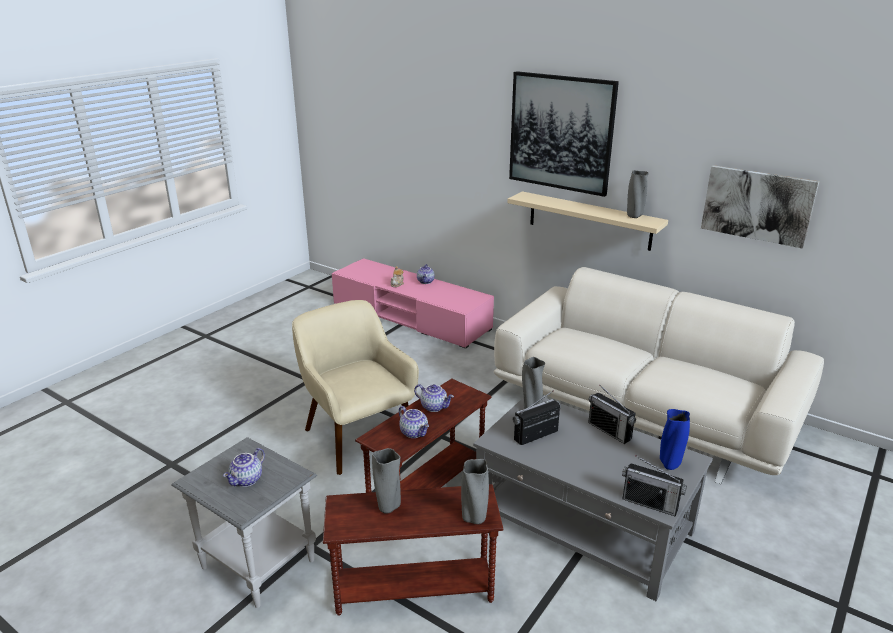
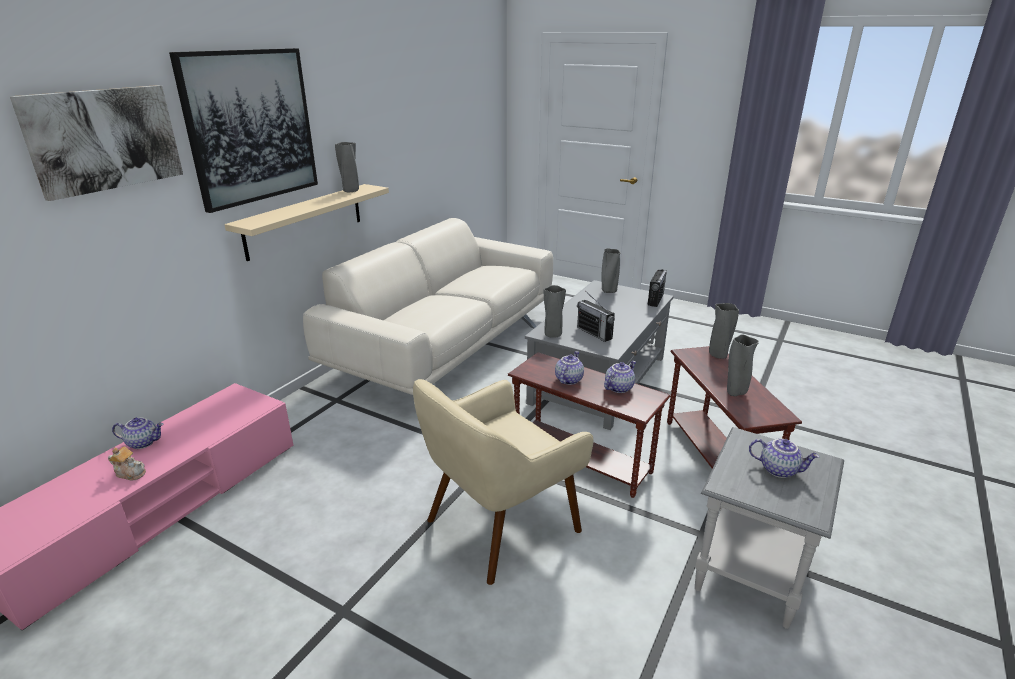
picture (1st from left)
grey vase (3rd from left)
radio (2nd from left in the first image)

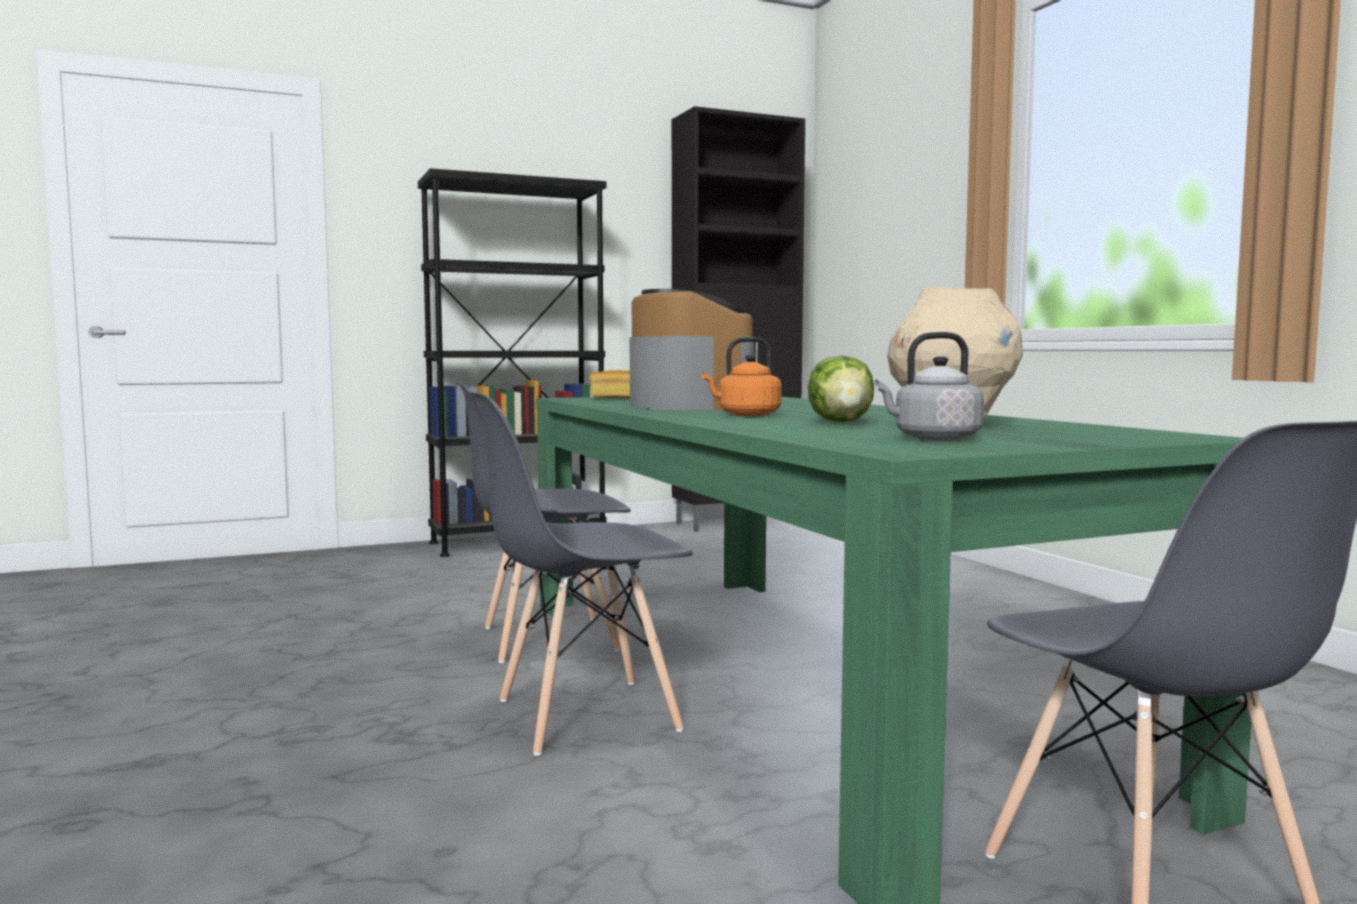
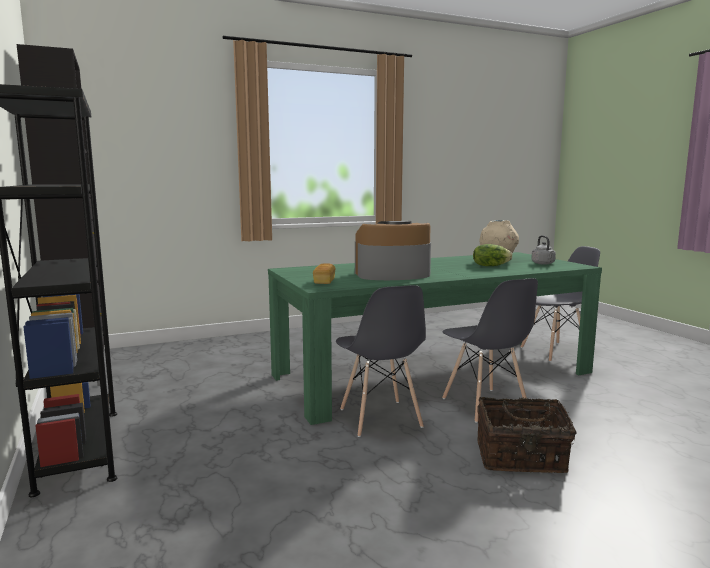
basket
orange kettle

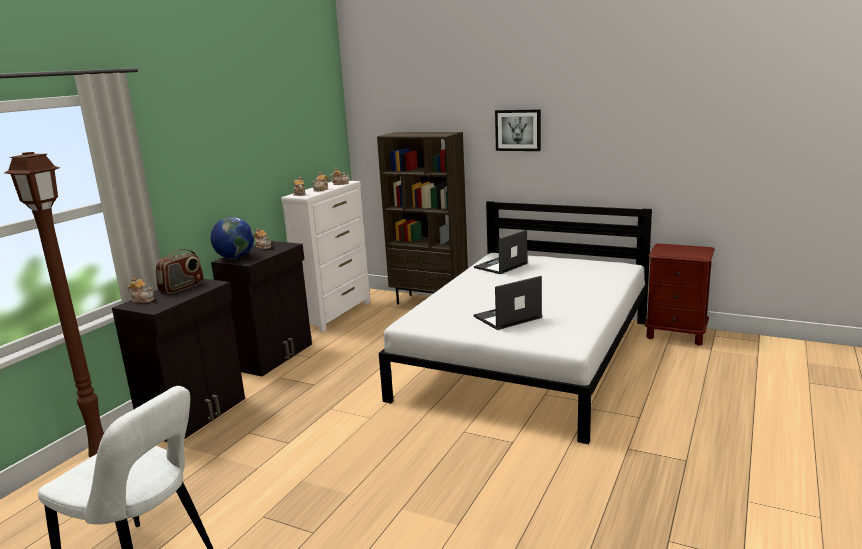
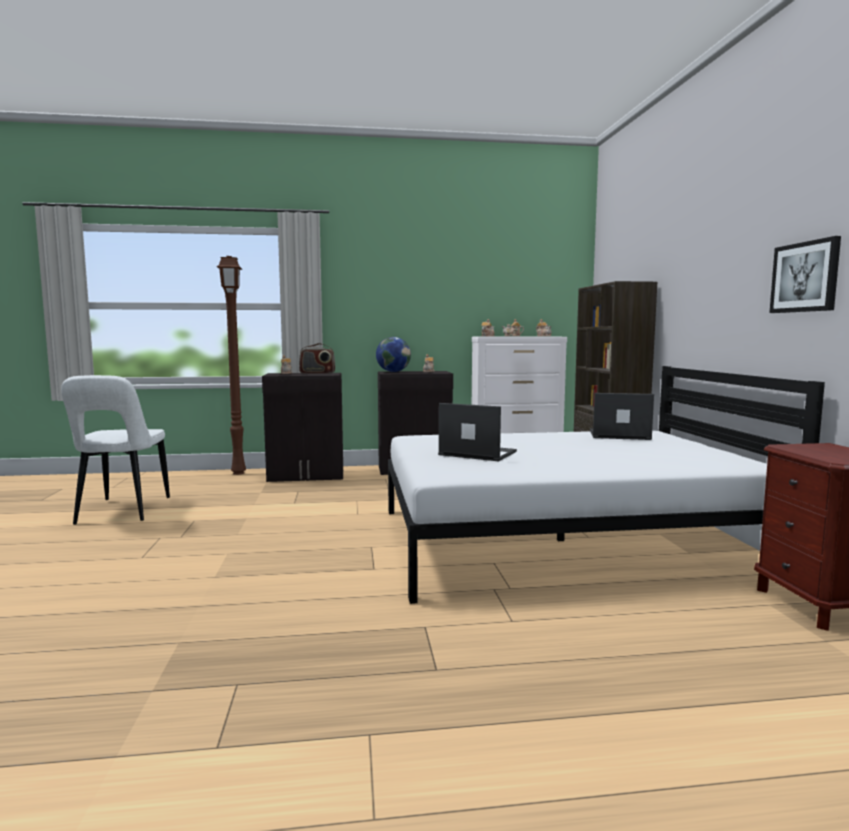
picture

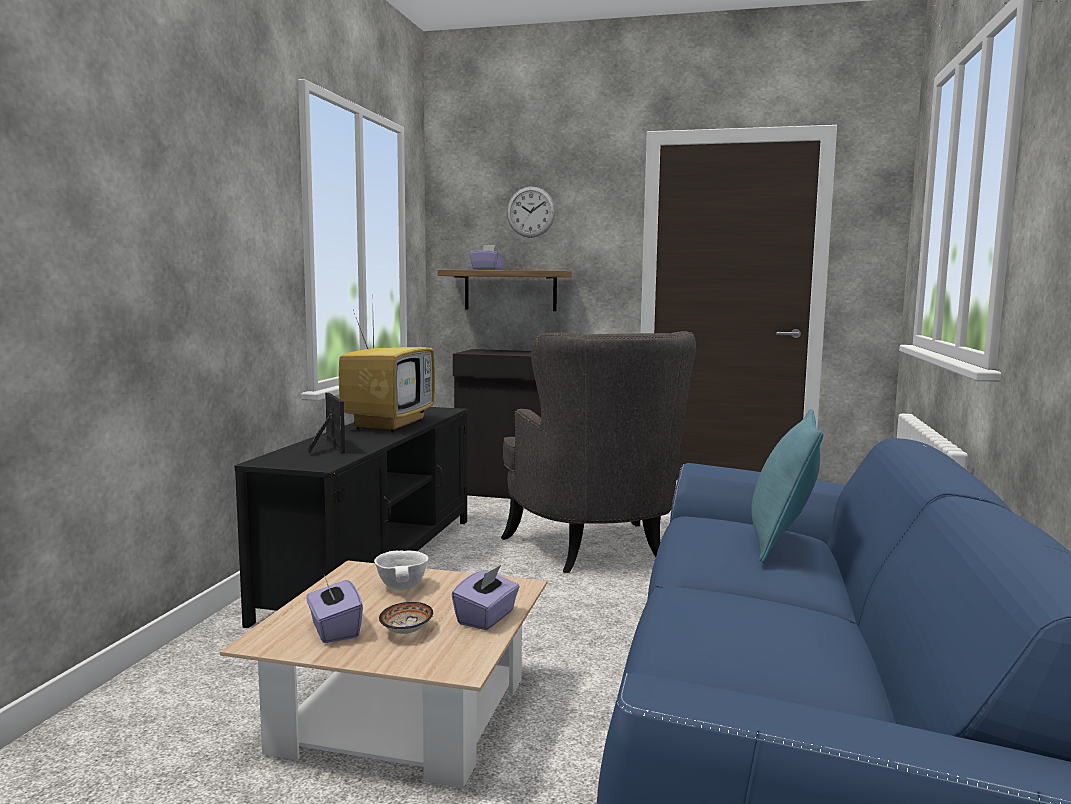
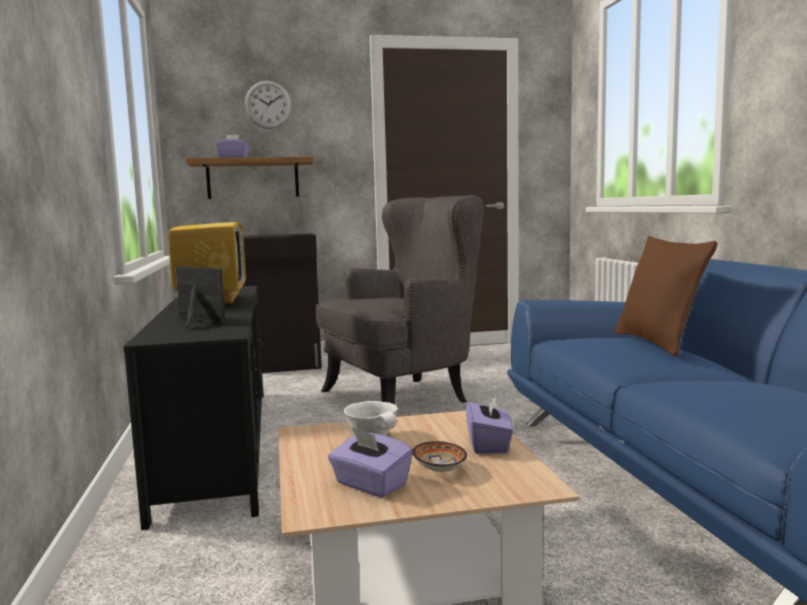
grey armchair
brown pillow

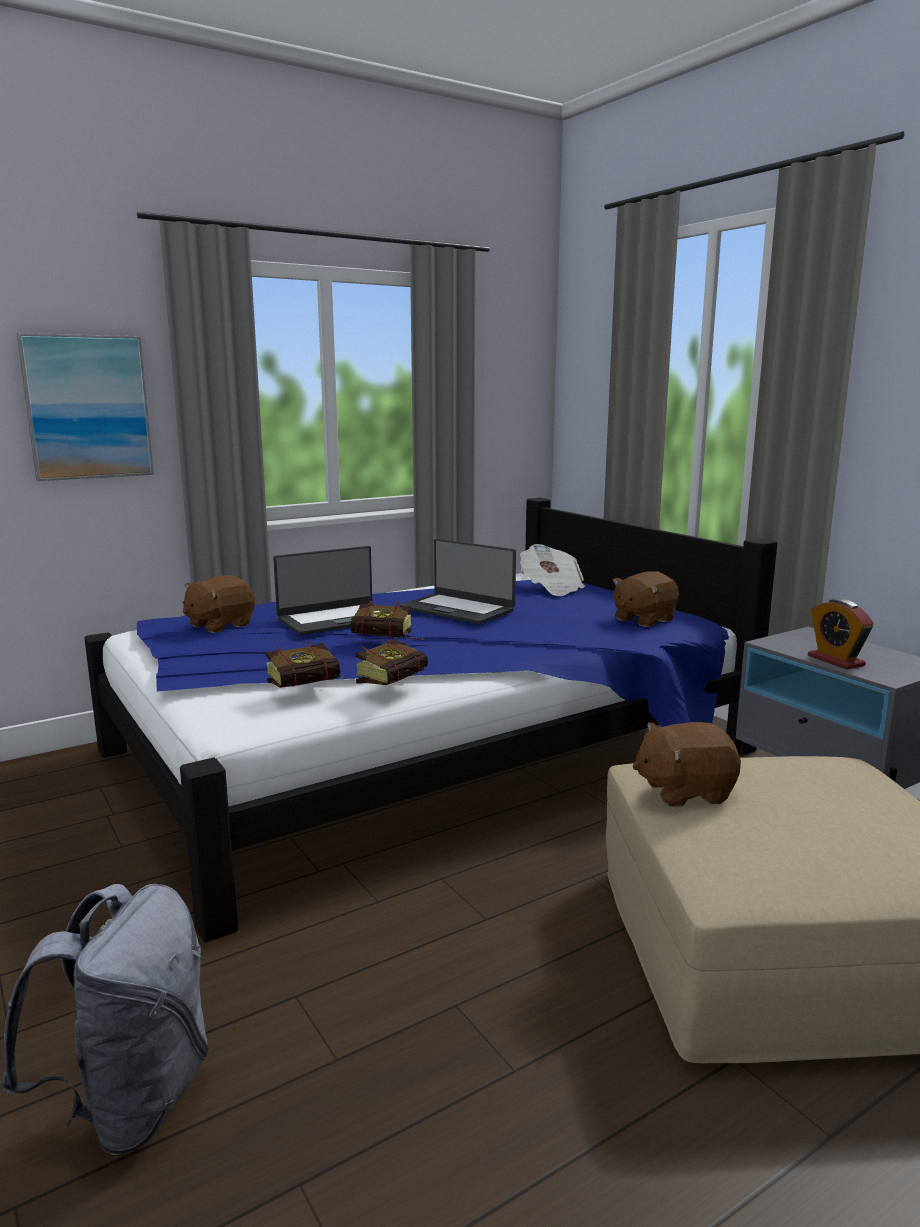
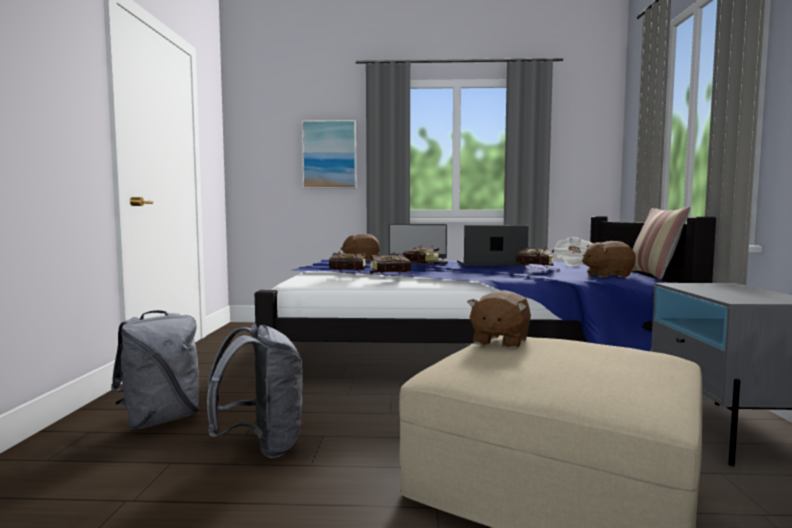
grey backpack (2nd from left)
laptop (2nd from left)
brown plush toy (2nd from left)
book (4th from left)
pillow
alarm clock

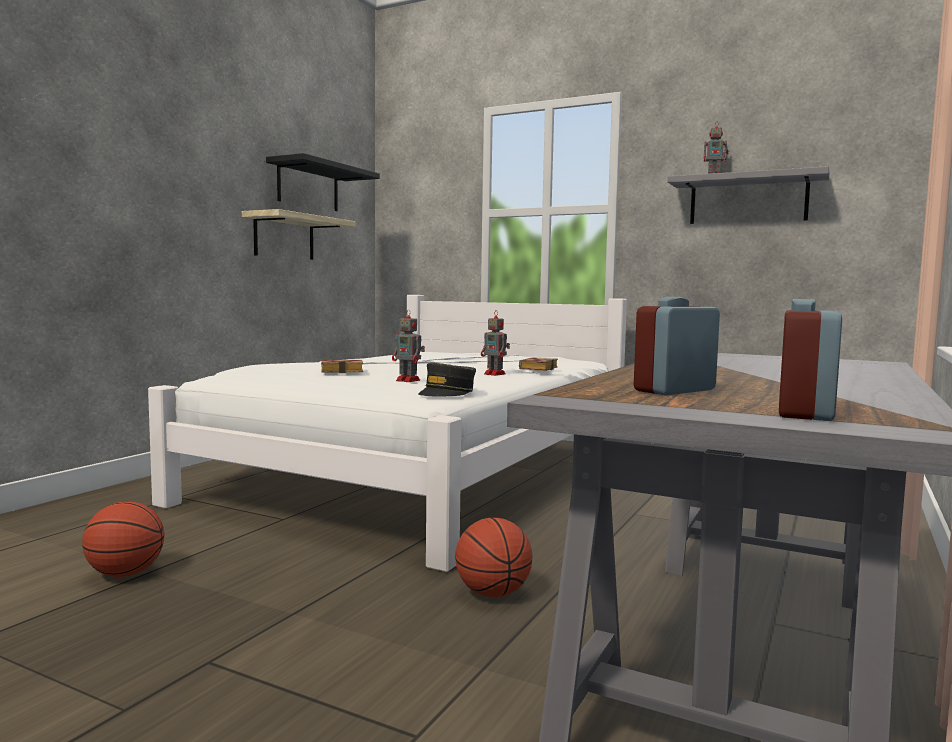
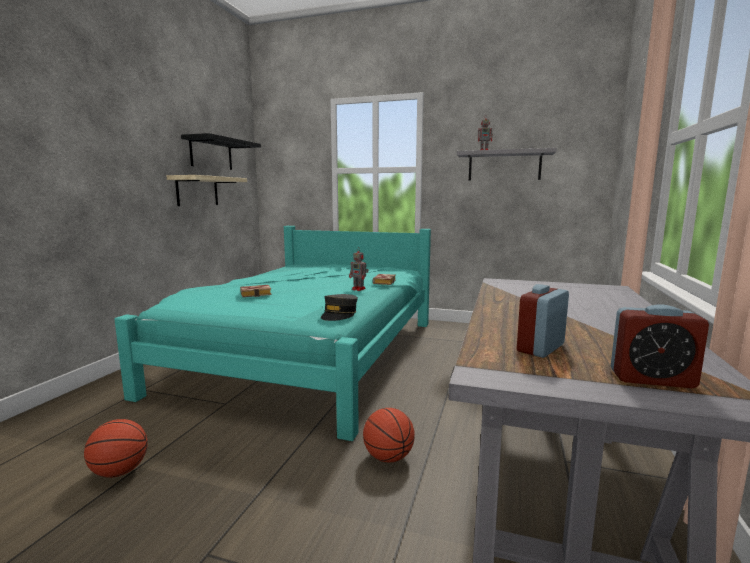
turquoise bed
alarm clock (2nd from left)
toy robot (1st from left in the first image)

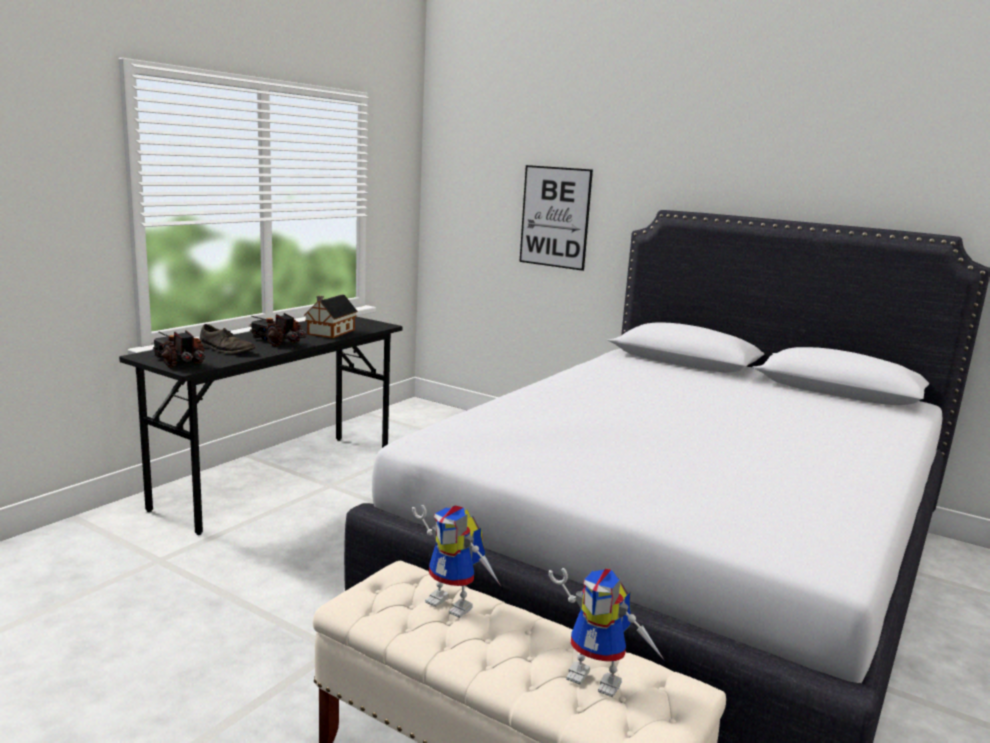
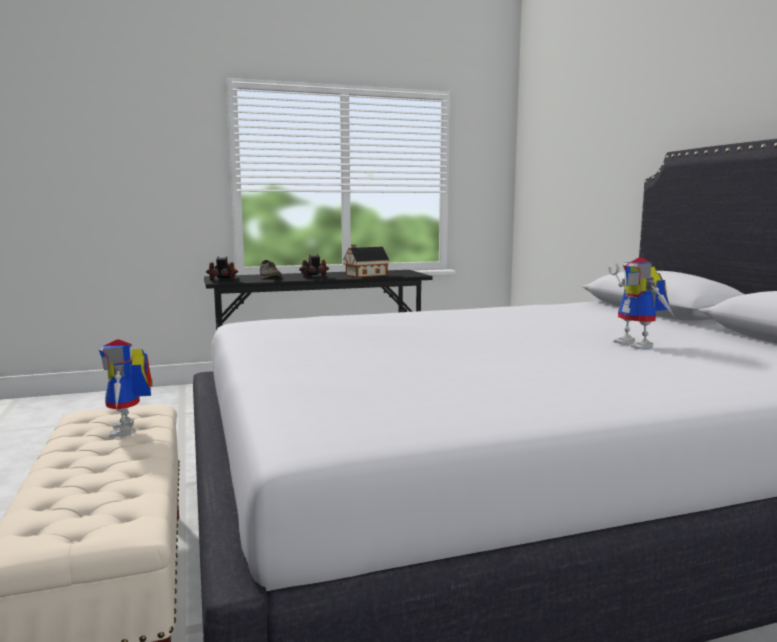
toy robot (2nd from left)
picture

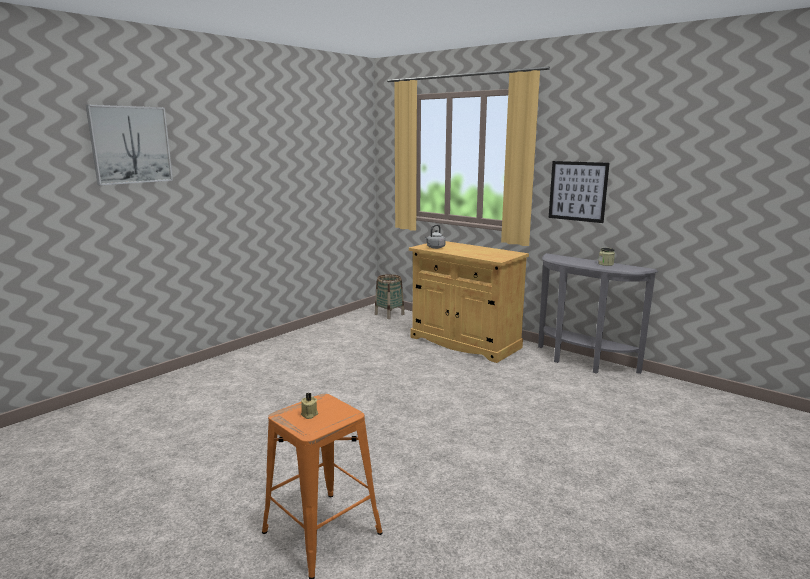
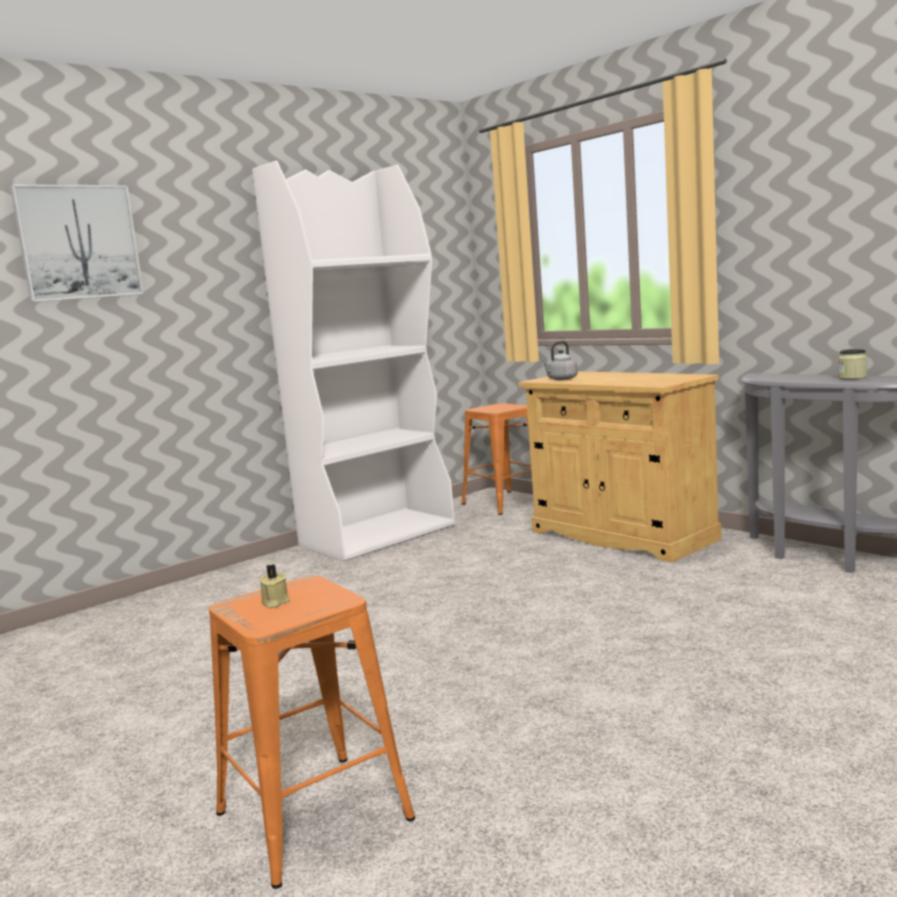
white bookcase
orange stool (2nd from left)
picture (2nd from left in the first image)

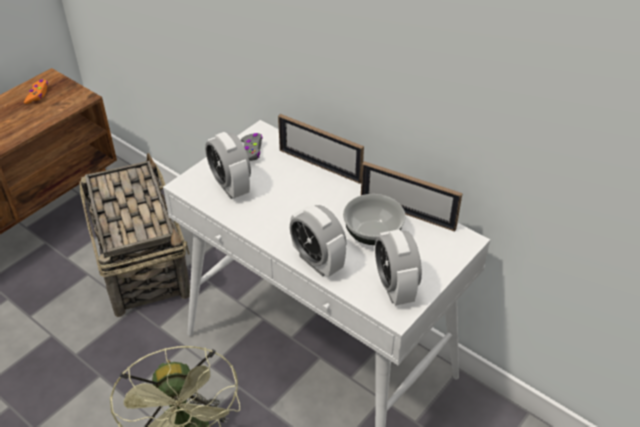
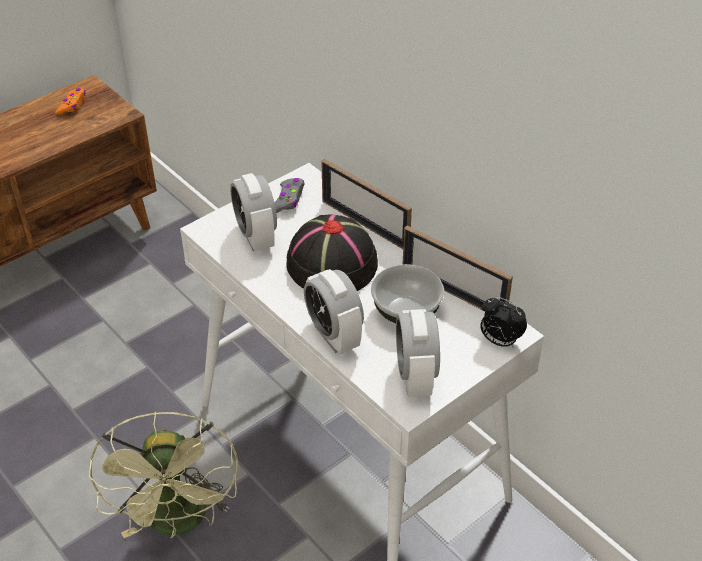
black hat
alarm clock (4th from left)
basket

